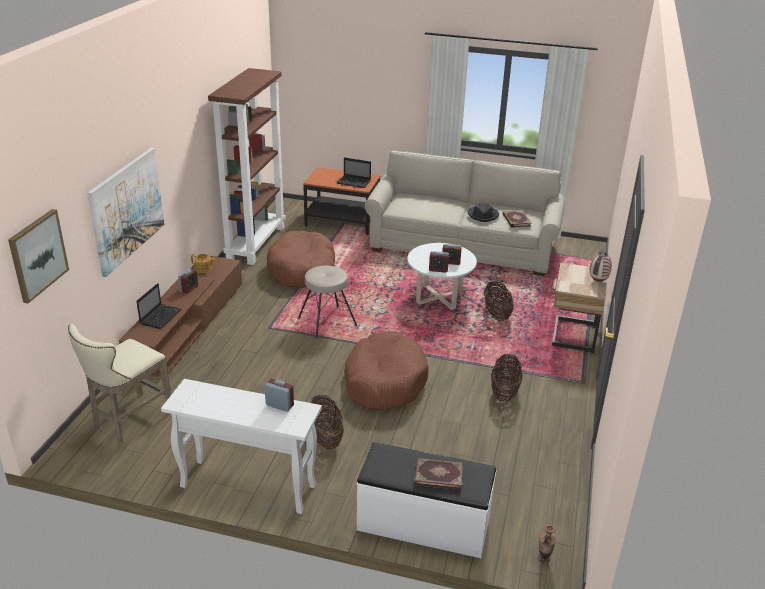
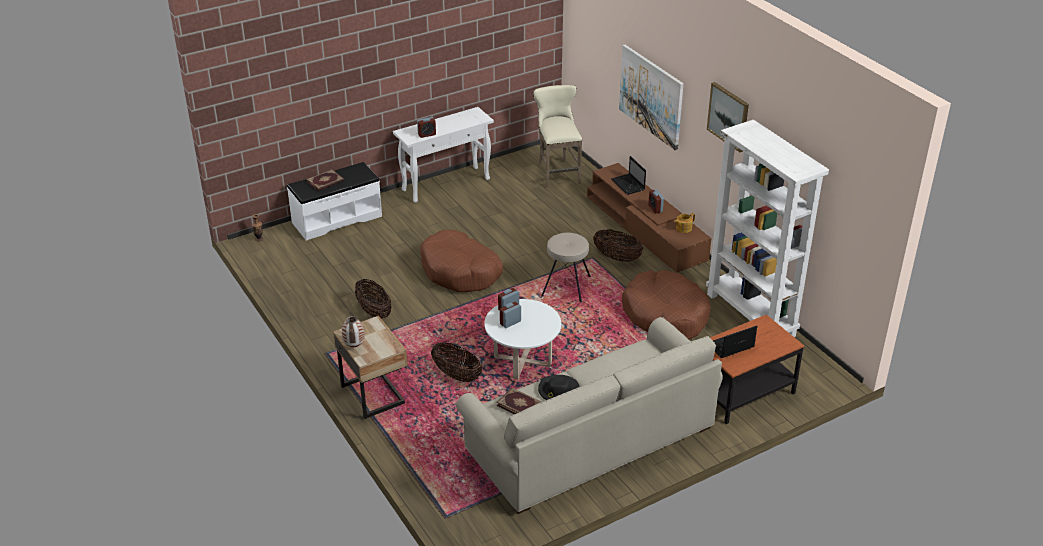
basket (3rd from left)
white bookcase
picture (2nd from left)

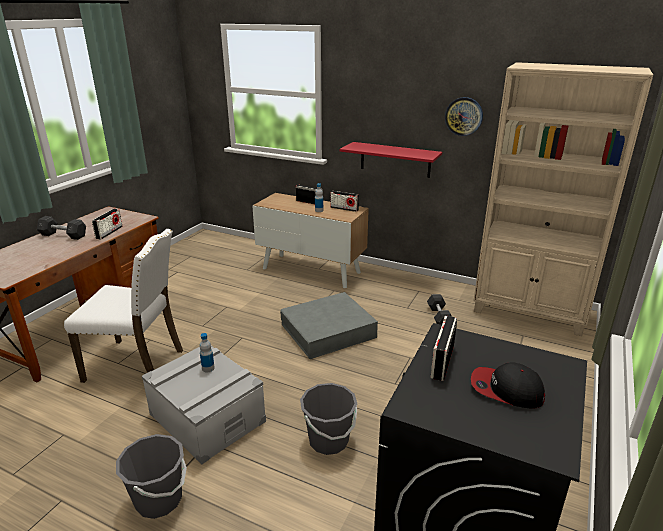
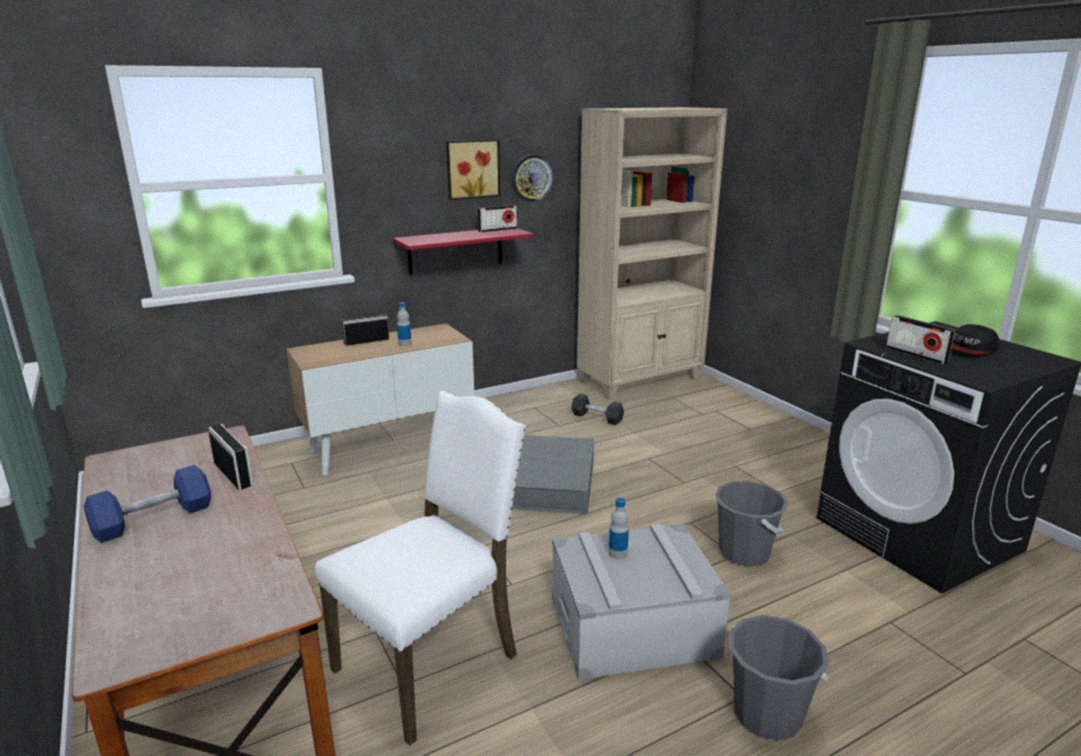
blue dumbbell
picture
radio (3rd from left)

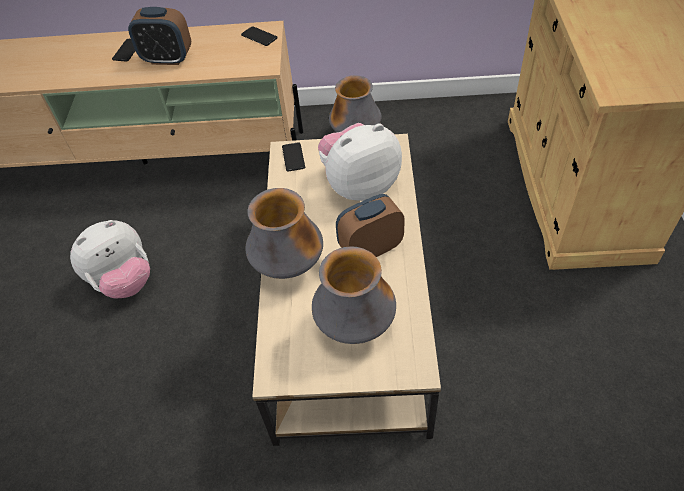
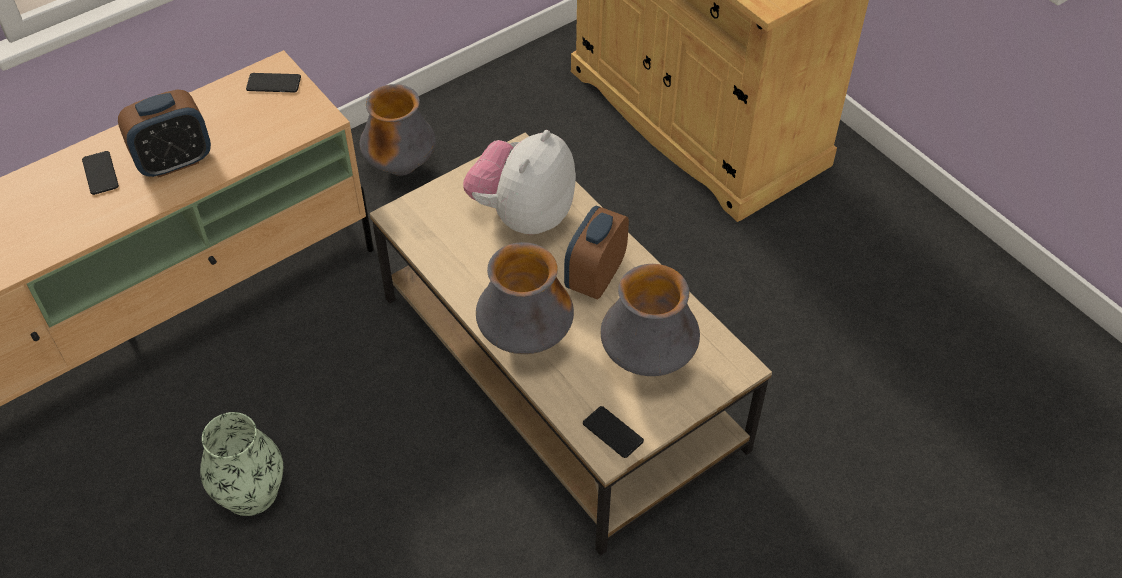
vase (1st from left)
phone (3rd from left)

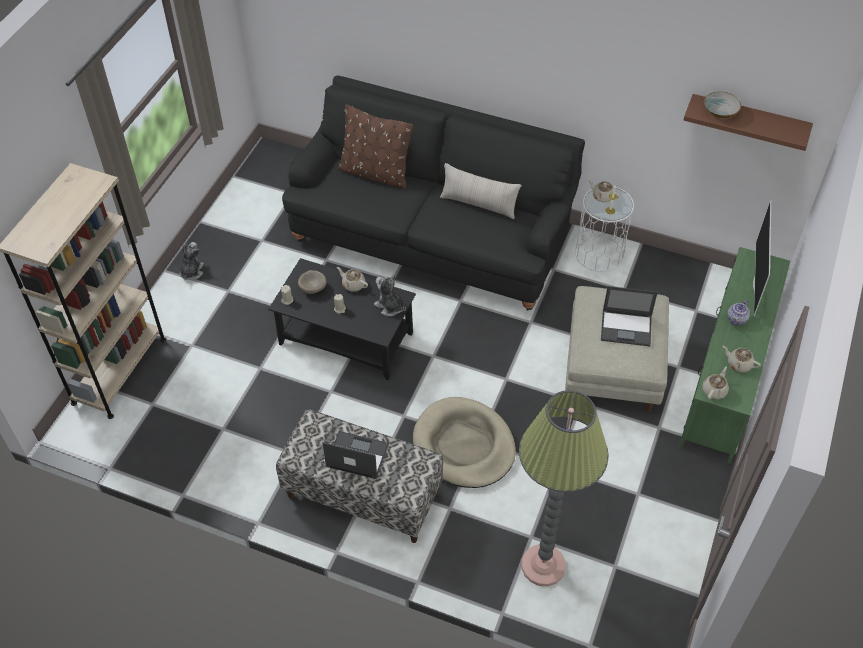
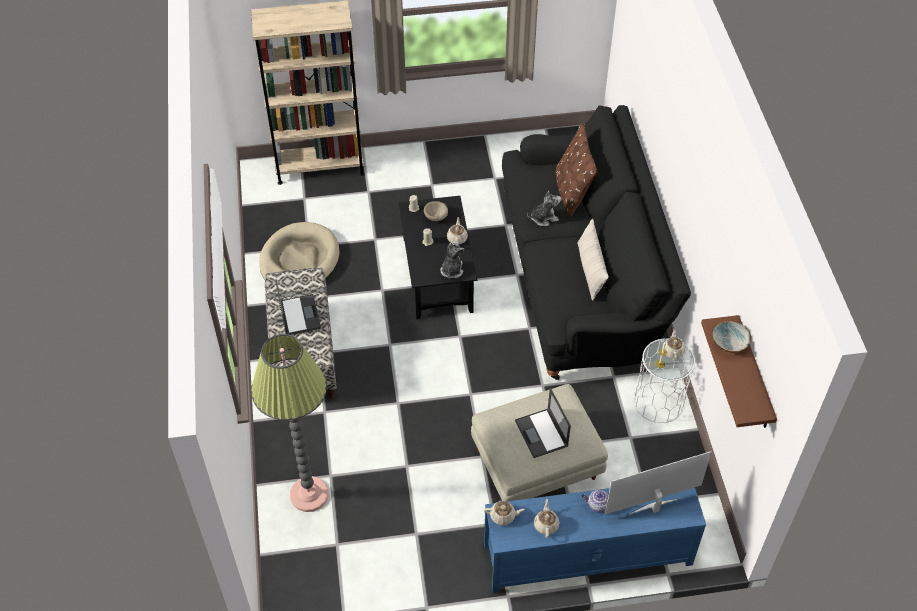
beige dog bed
blue tv stand
plush toy (2nd from left)

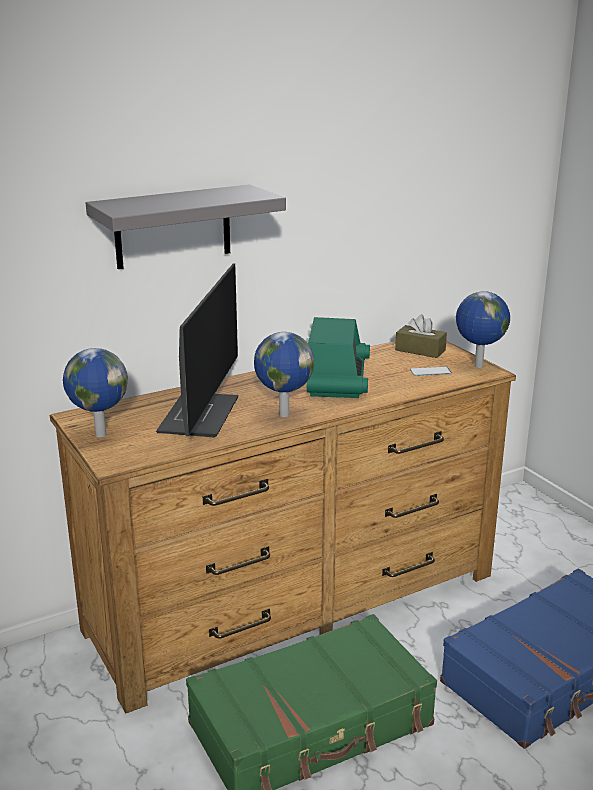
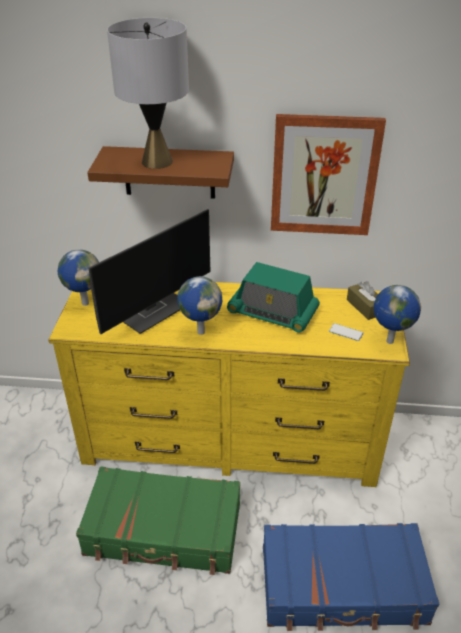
yellow dresser
brown shelf
grey table lamp
radio
picture

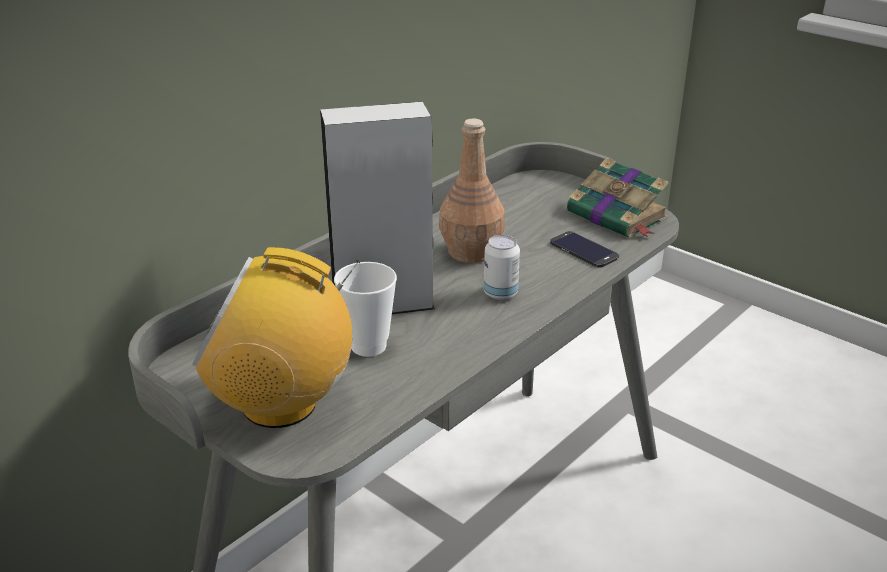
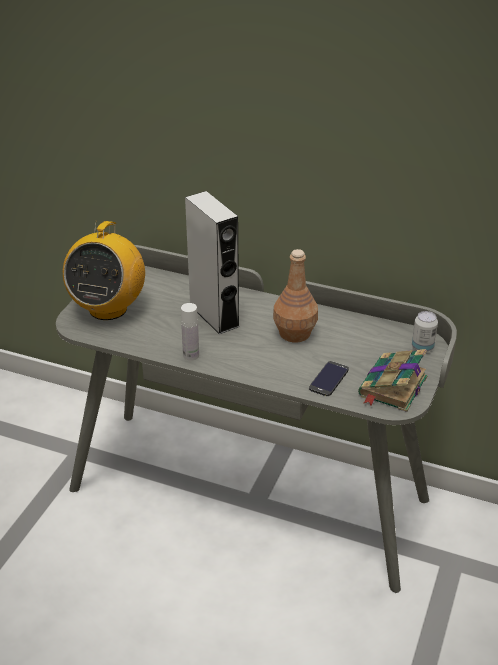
radio
white bottle
can
cup

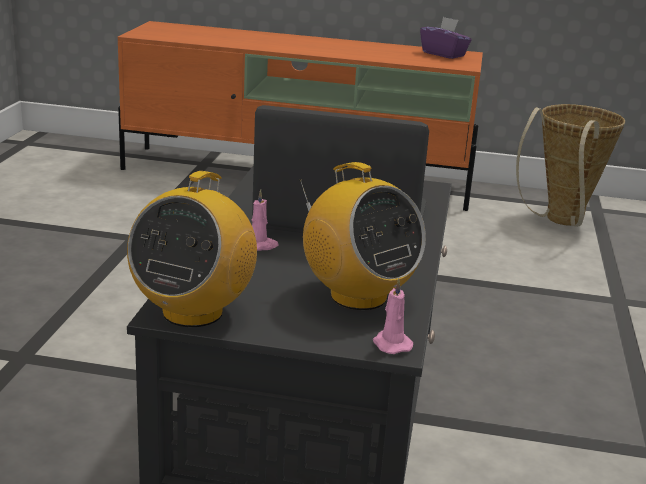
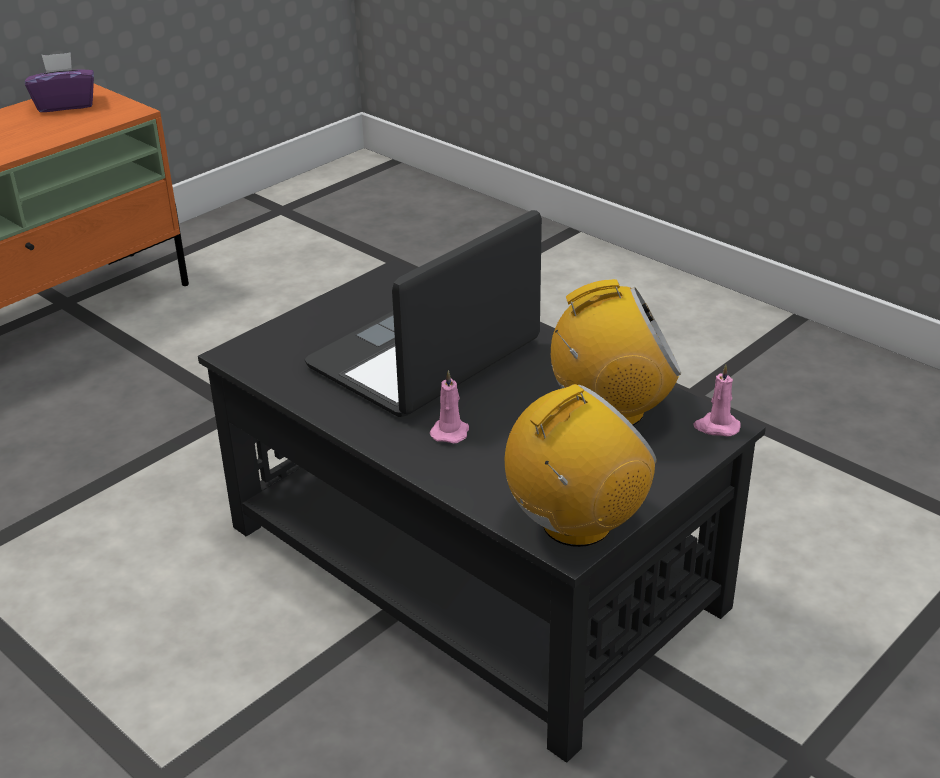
radio (1st from left)
basket

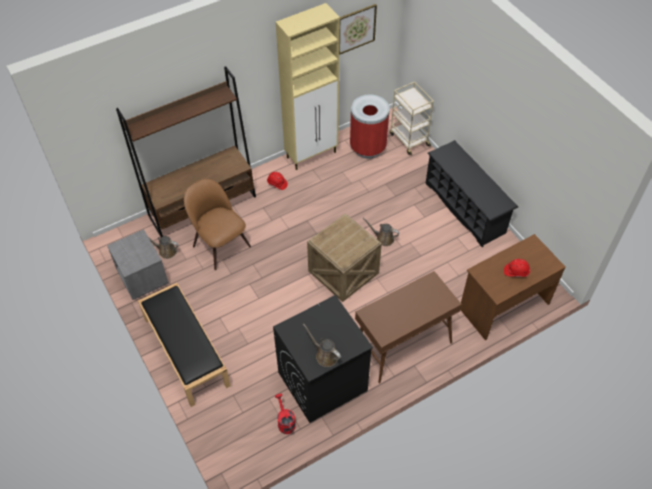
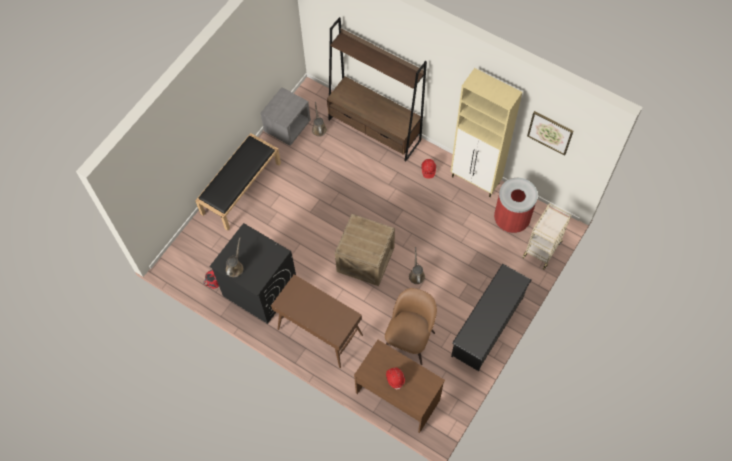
brown chair

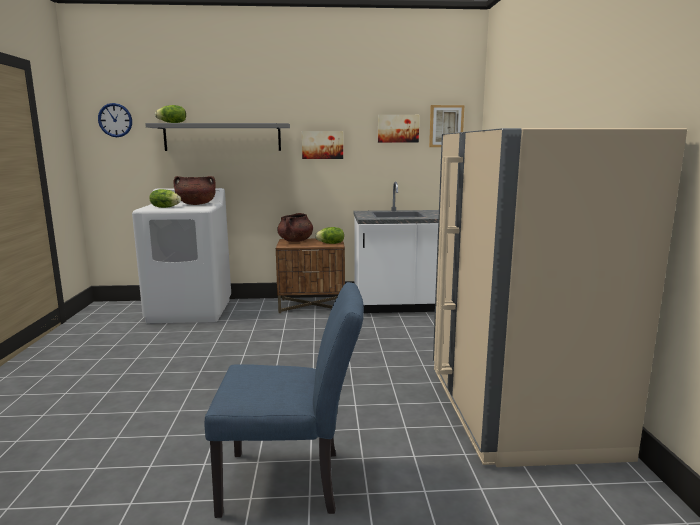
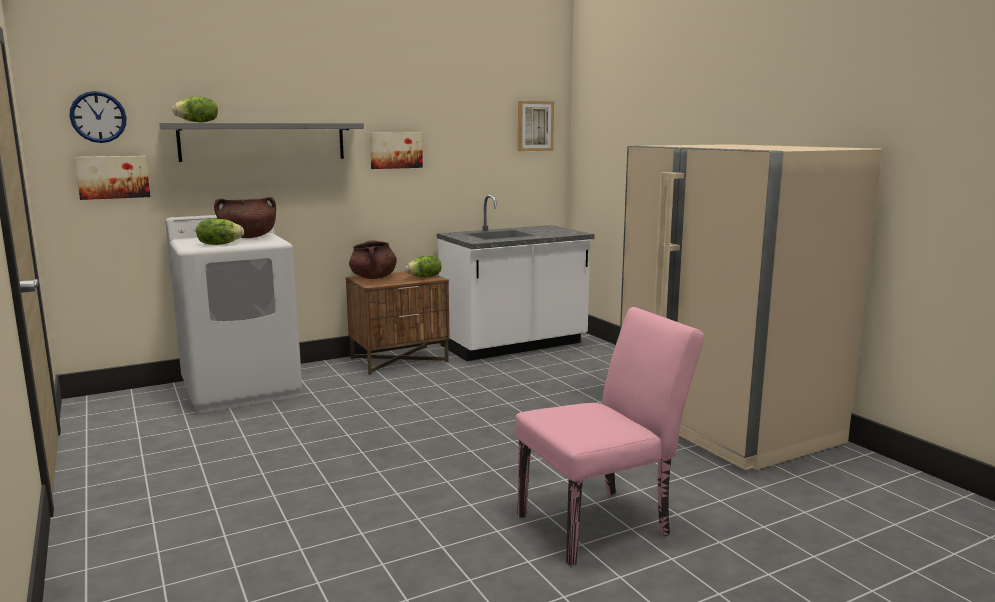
picture (1st from left)
pink chair

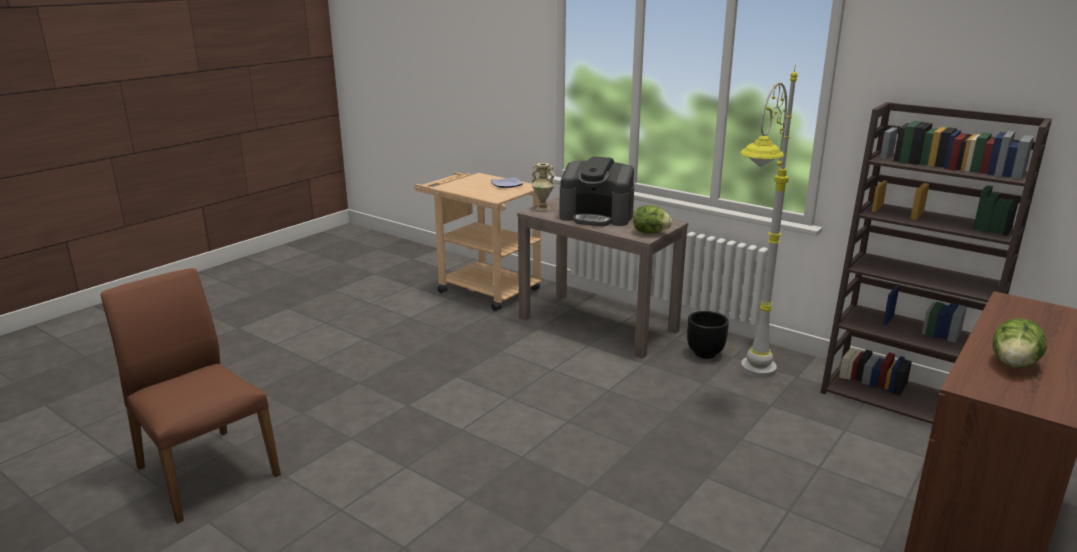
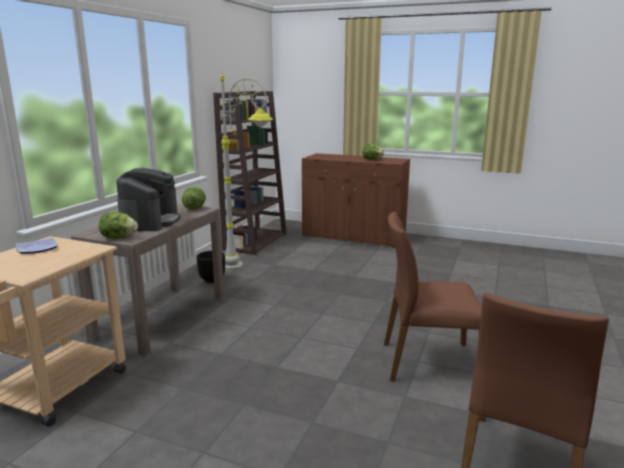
lettuce (1st from left)
brown chair (1st from left)

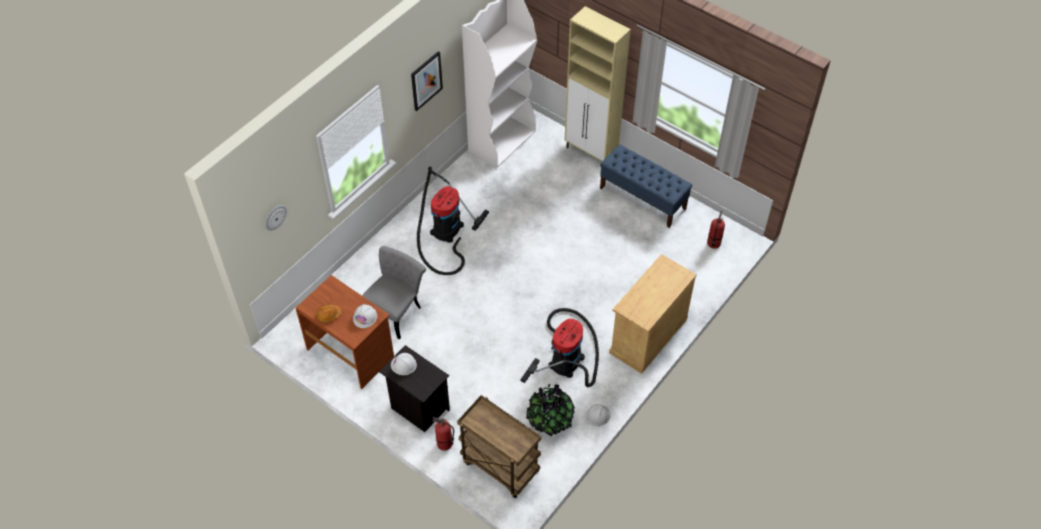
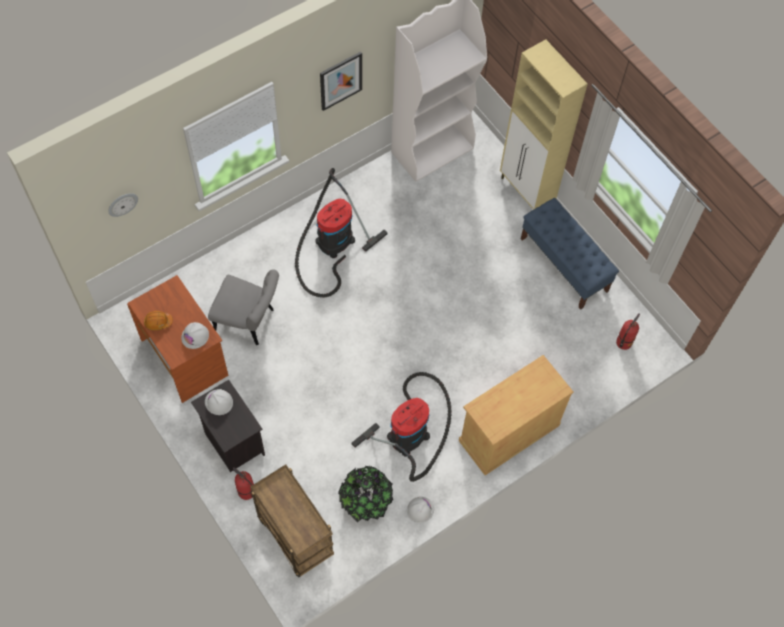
grey chair

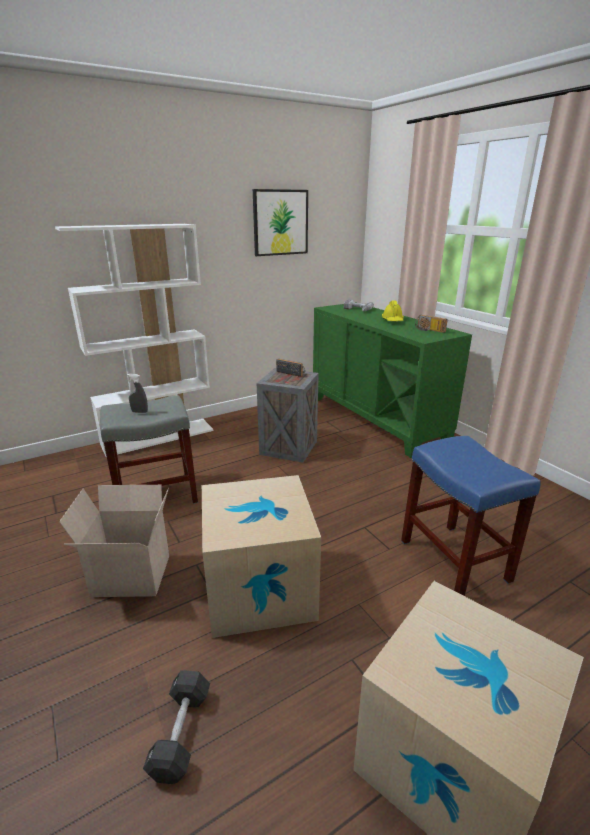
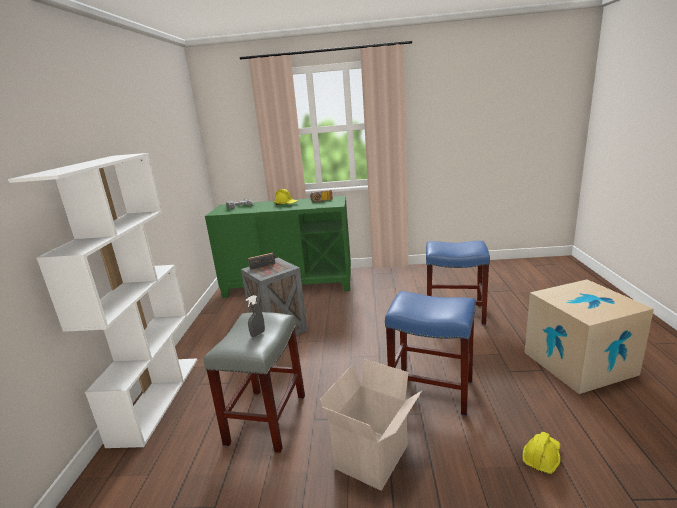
blue stool (1st from left)
yellow hard hat (2nd from left)
picture

